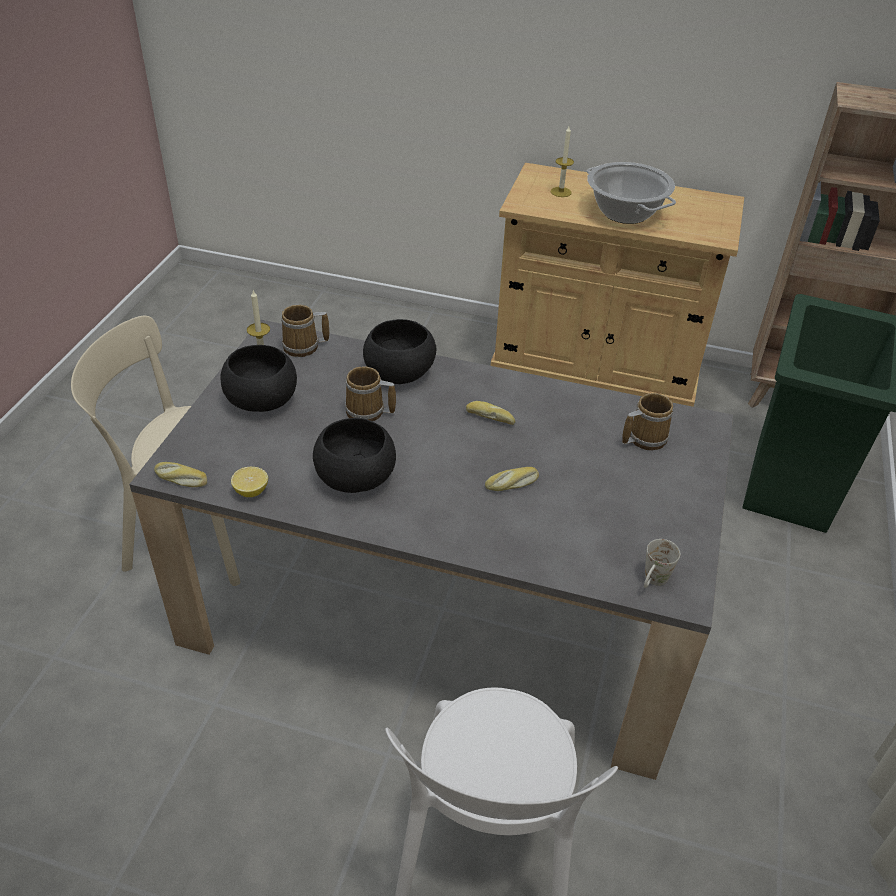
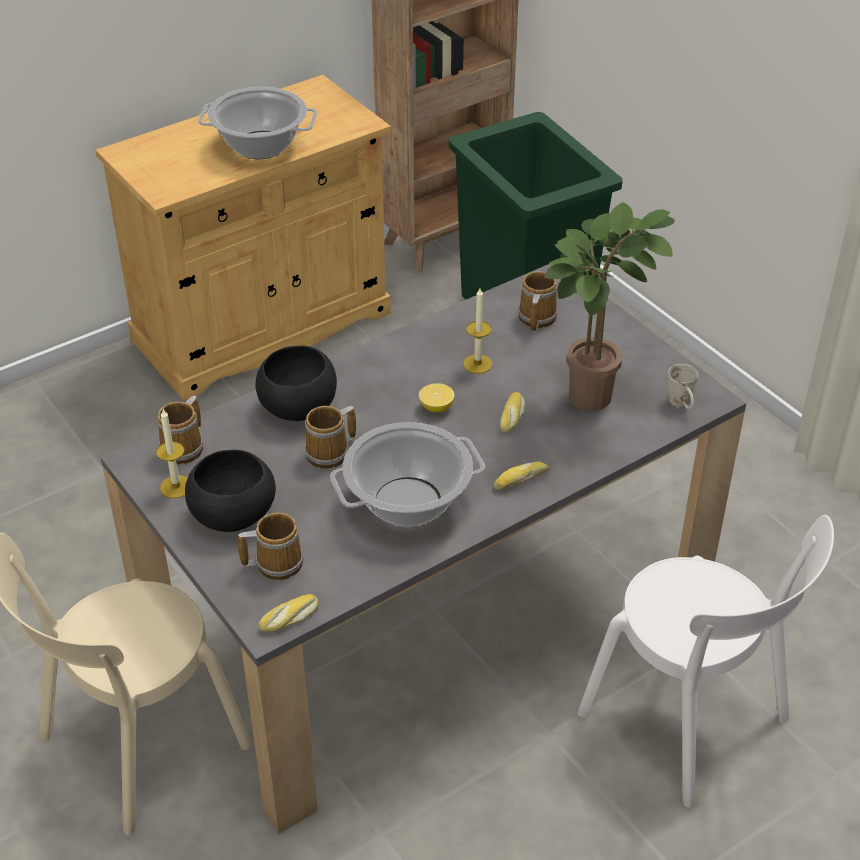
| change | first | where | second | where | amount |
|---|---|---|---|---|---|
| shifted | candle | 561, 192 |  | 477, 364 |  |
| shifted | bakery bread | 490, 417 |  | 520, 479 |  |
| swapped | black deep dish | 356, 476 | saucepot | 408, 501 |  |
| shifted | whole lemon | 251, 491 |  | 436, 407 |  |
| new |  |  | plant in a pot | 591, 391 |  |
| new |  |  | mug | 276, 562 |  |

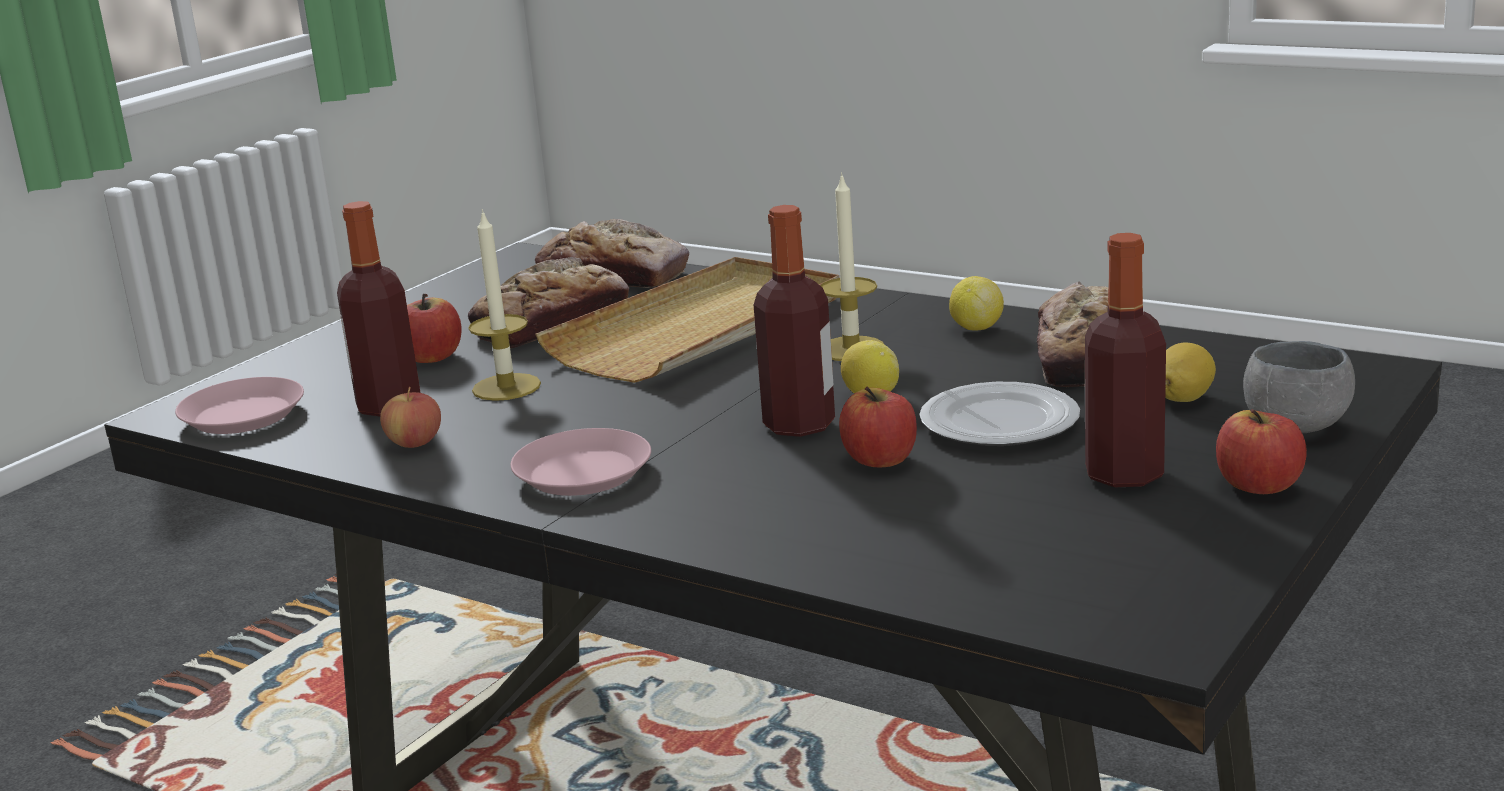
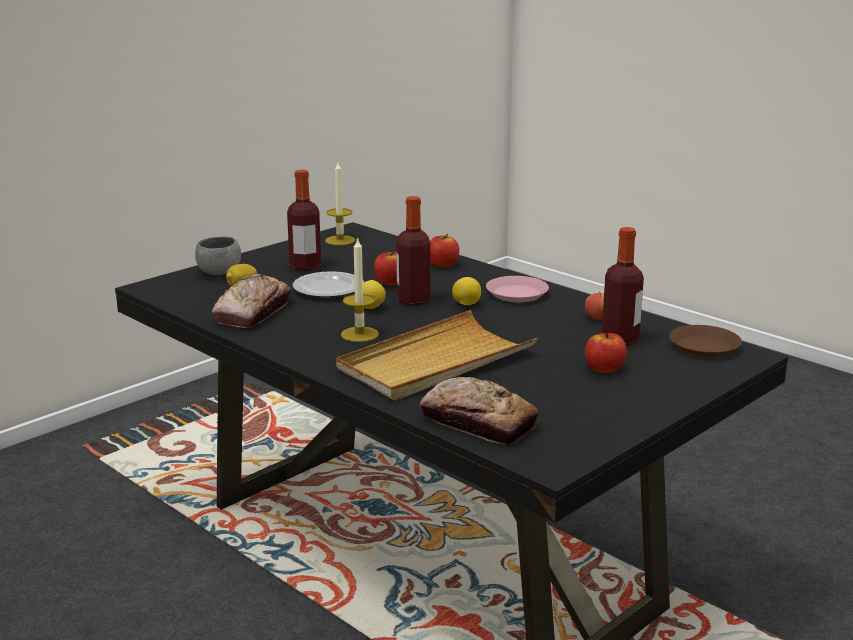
| change | first | where | second | where | amount |
|---|---|---|---|---|---|
| shifted | candle | 506, 387 |  | 340, 240 |  |
| gone | bakery bread | 551, 322 |  |  |  |
| shifted | whole lemon | 976, 328 |  | 466, 304 |  |
| repainted | pink flat dish | 242, 416 | brown flat dish | 704, 346 |  |
| shifted | apple | 1259, 486 |  | 443, 264 |  |

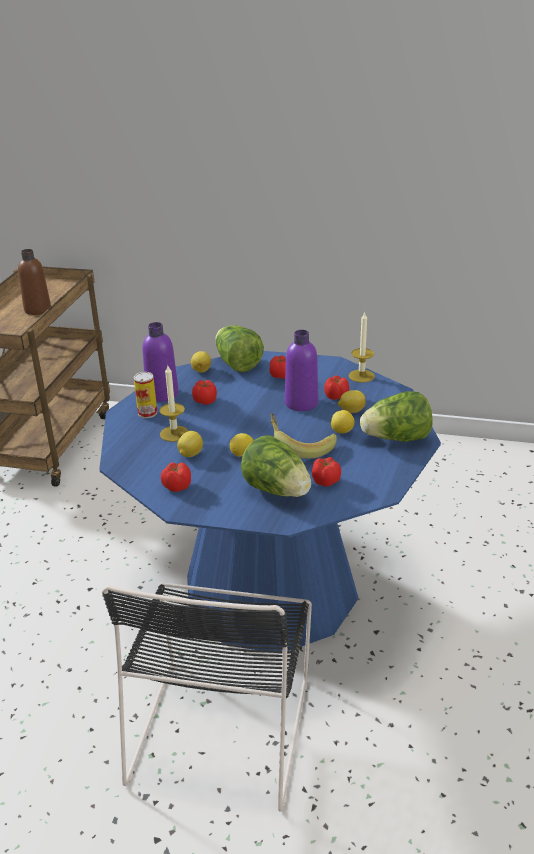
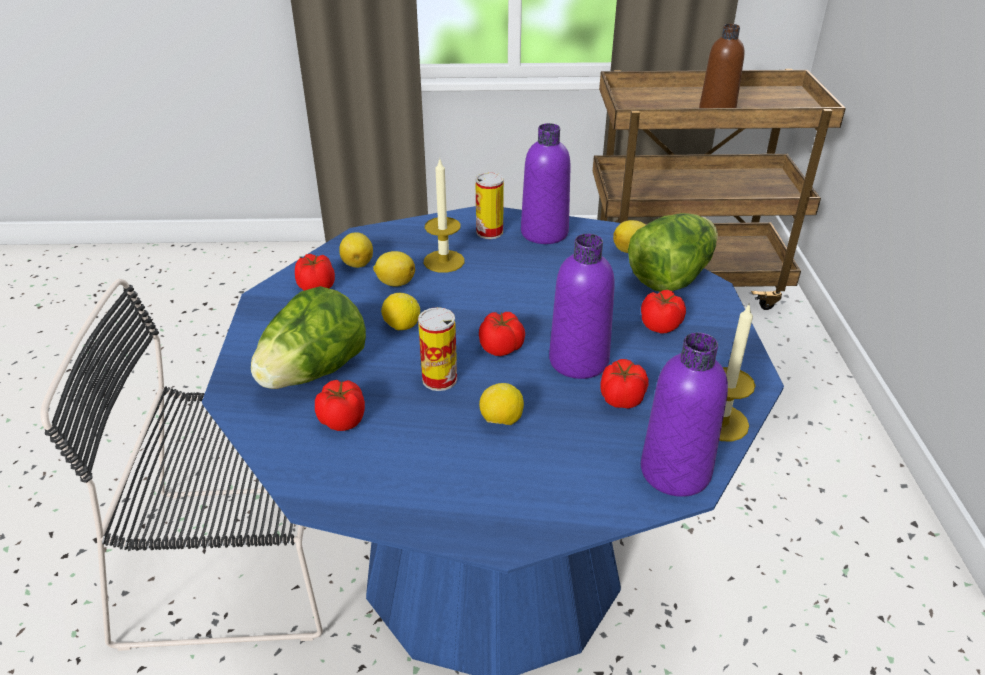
| change | first | where | second | where | amount |
|---|---|---|---|---|---|
| shifted | fresh tomato | 205, 401 |  | 502, 348 |  |
| shifted | whole lemon | 351, 411 |  | 358, 263 |  |
| gone | lettuce head | 396, 439 |  |  |  |
| swapped | whole banana | 300, 447 | sealed can | 439, 379 |  |
| new |  |  | purple-coloured bottle | 675, 471 |  |

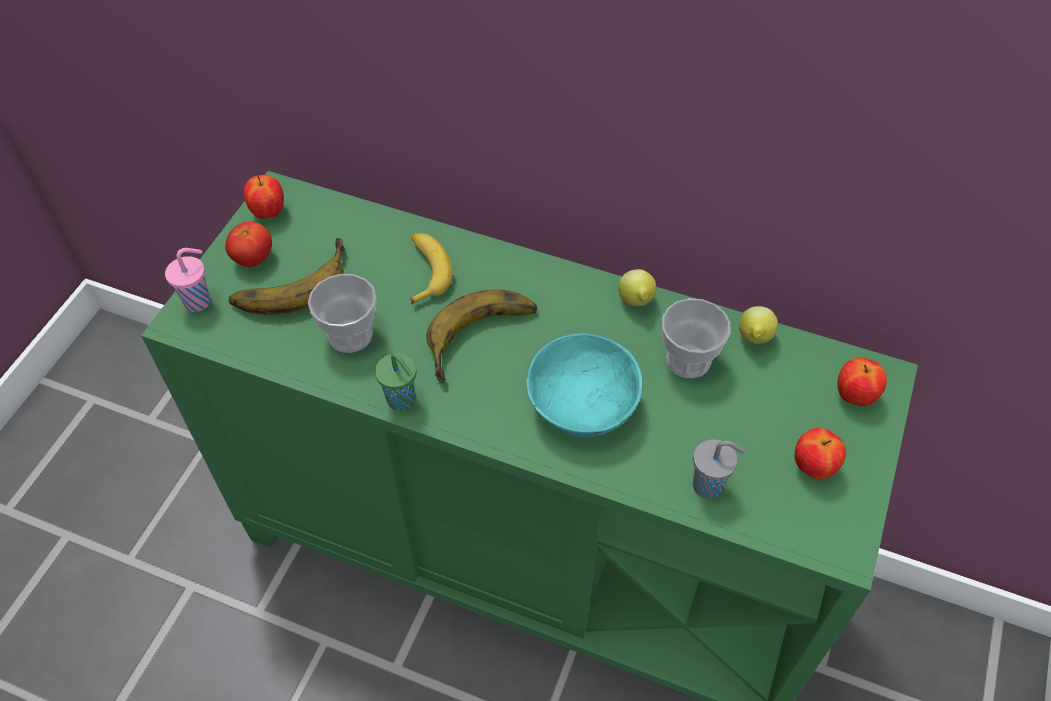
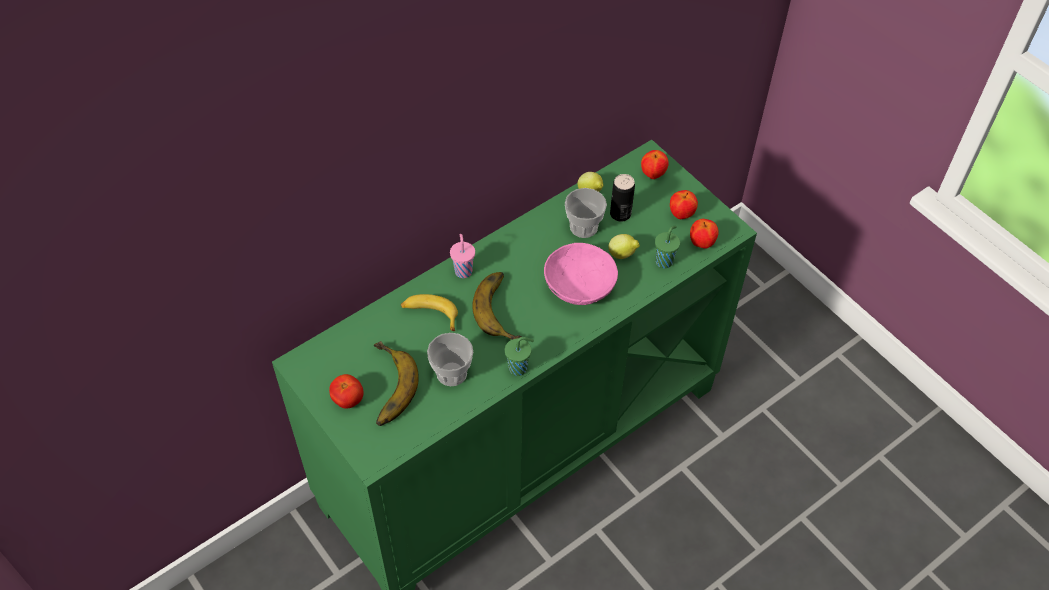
| change | first | where | second | where | amount |
|---|---|---|---|---|---|
| shifted | apple | 268, 212 |  | 701, 243 |  |
| shifted | pink drinking cup | 199, 301 |  | 463, 270 |  |
| shifted | whole lemon | 636, 302 |  | 622, 255 |  |
| repainted | blue-green deep dish | 583, 402 | pink deep dish | 579, 286 |  |
| repainted | grey drinking cup | 709, 486 | green drinking cup | 664, 261 |  |
| new |  |  | sealed can | 620, 214 |  |

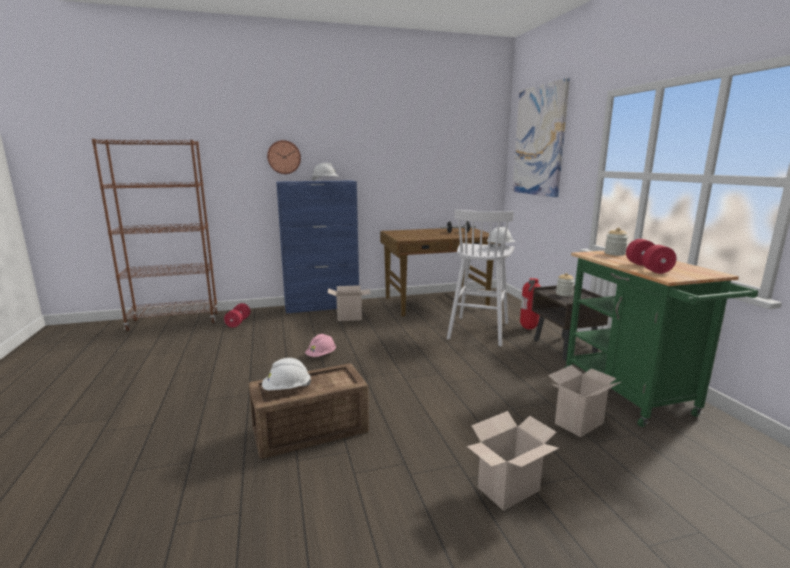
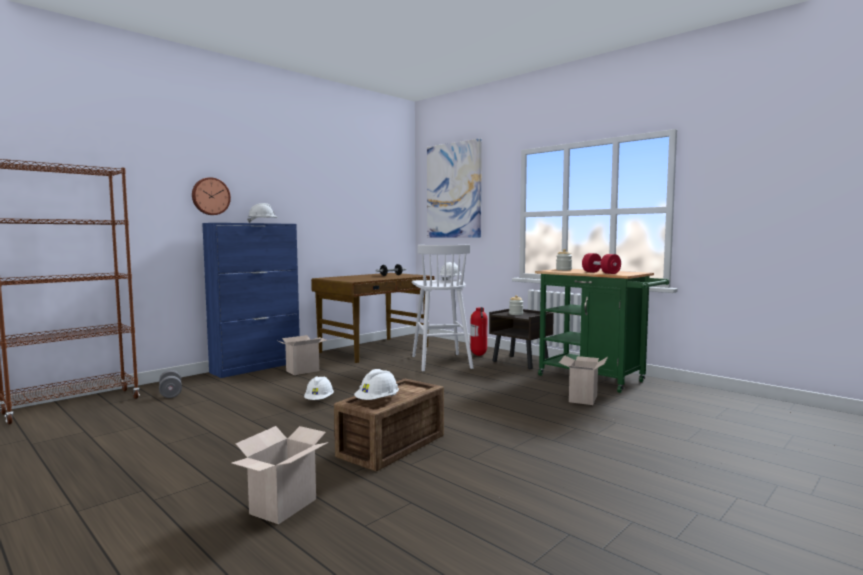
| change | first | where | second | where | amount |
|---|---|---|---|---|---|
| repainted | red-coloured free weight | 238, 322 | grey free weight | 170, 393 |  |
| repainted | pink work helmet | 321, 356 | white work helmet | 319, 400 |  |
| shifted | packing box | 508, 491 |  | 283, 508 |  |

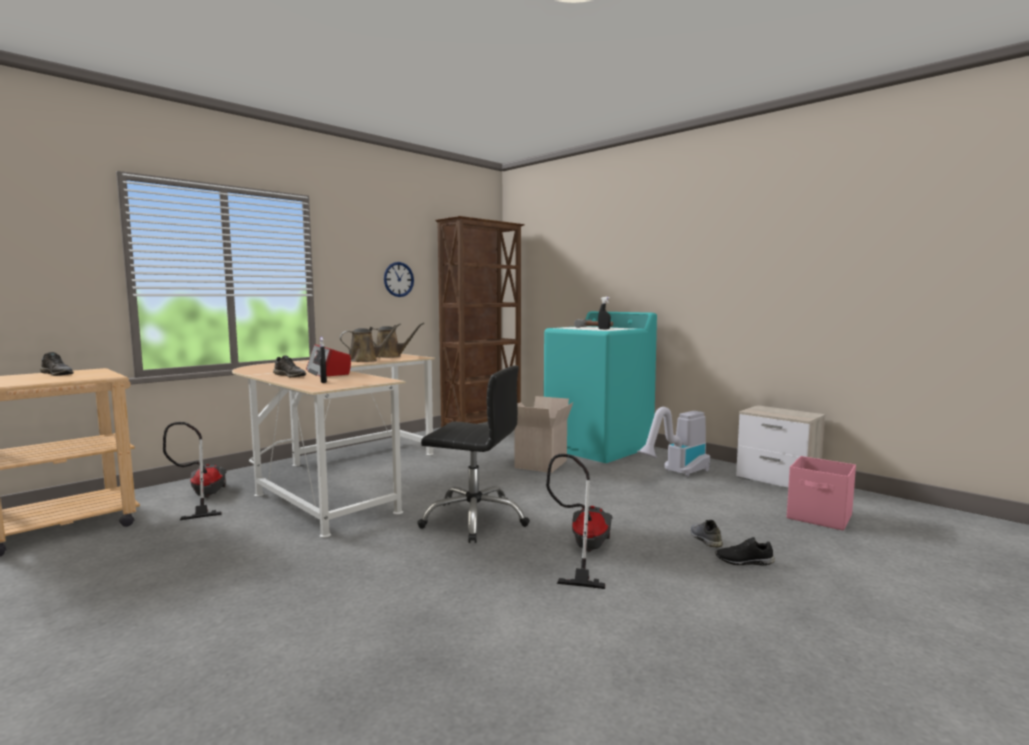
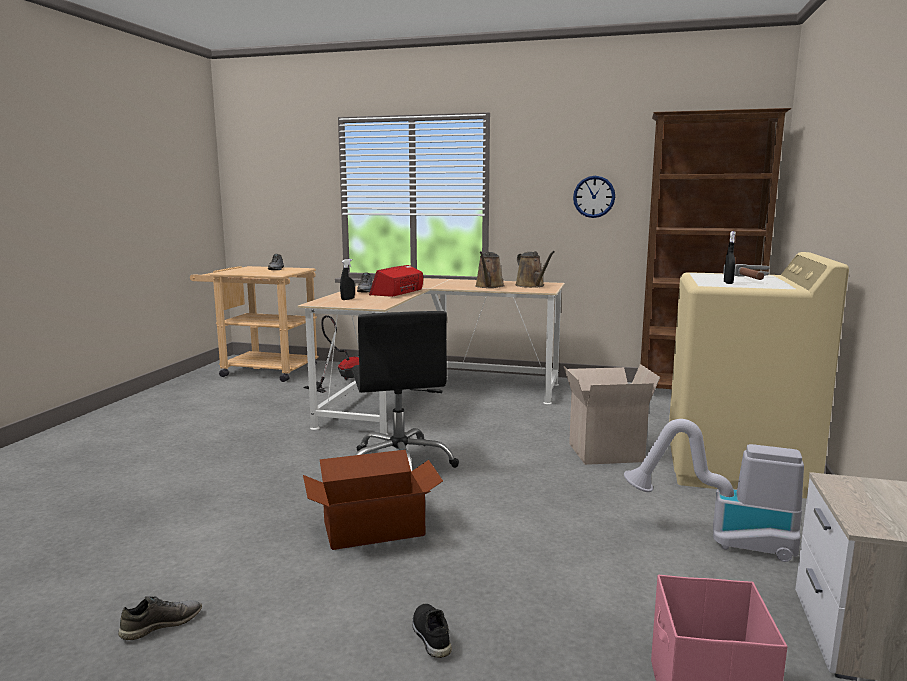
| change | first | where | second | where | amount |
|---|---|---|---|---|---|
| repainted | blue-green laundry machine | 598, 448 | sand-coloured laundry machine | 736, 467 |  |
| rotated | brown watering can | 366, 360 |  | 489, 286 | 75 degrees clockwise |
| swapped | vacuum cleaner | 583, 550 | packing box | 374, 529 |  |
| shifted | grey low shoe | 704, 539 |  | 161, 624 |  |

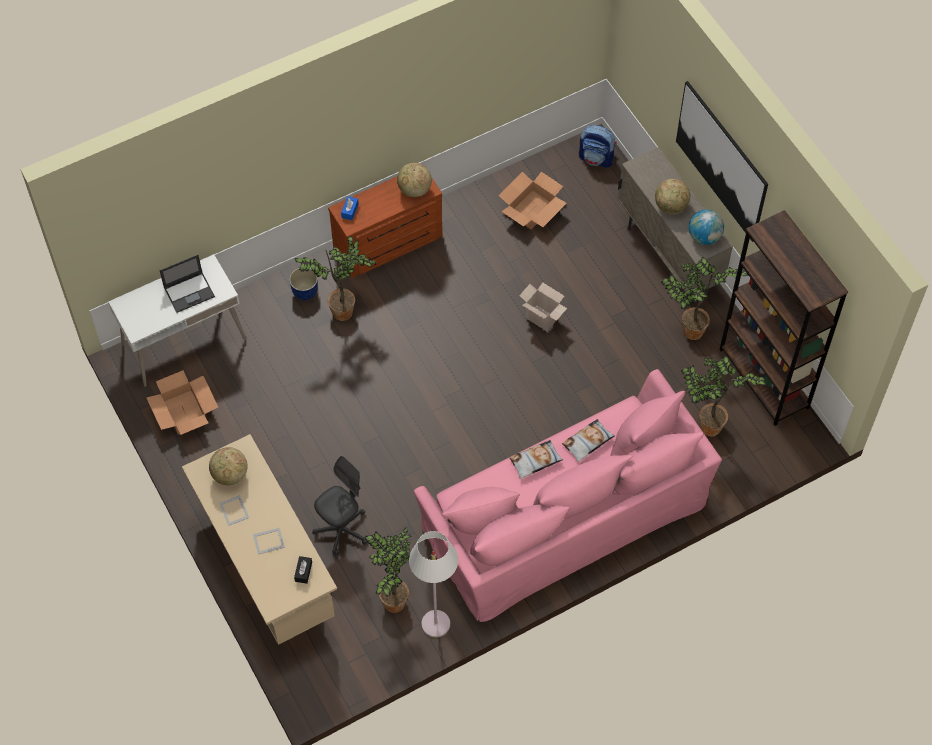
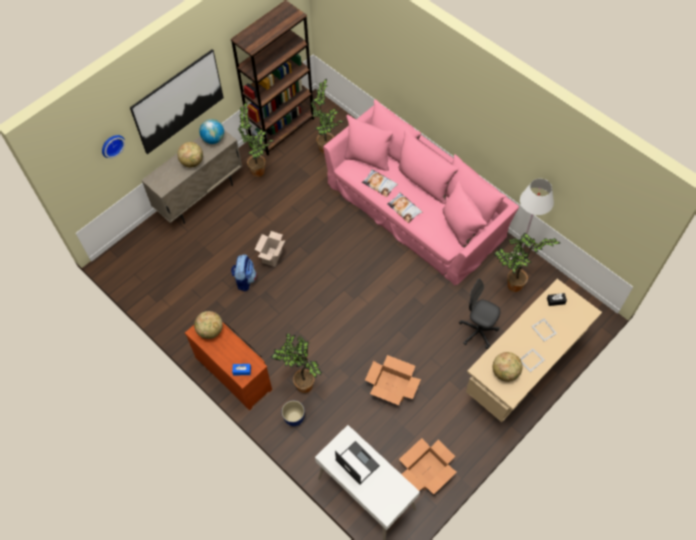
| change | first | where | second | where | amount |
|---|---|---|---|---|---|
| shifted | knapsack | 596, 158 |  | 244, 279 |  |
| shifted | packing box | 531, 210 |  | 392, 385 |  |
| new |  |  | wall clock | 111, 145 |  |

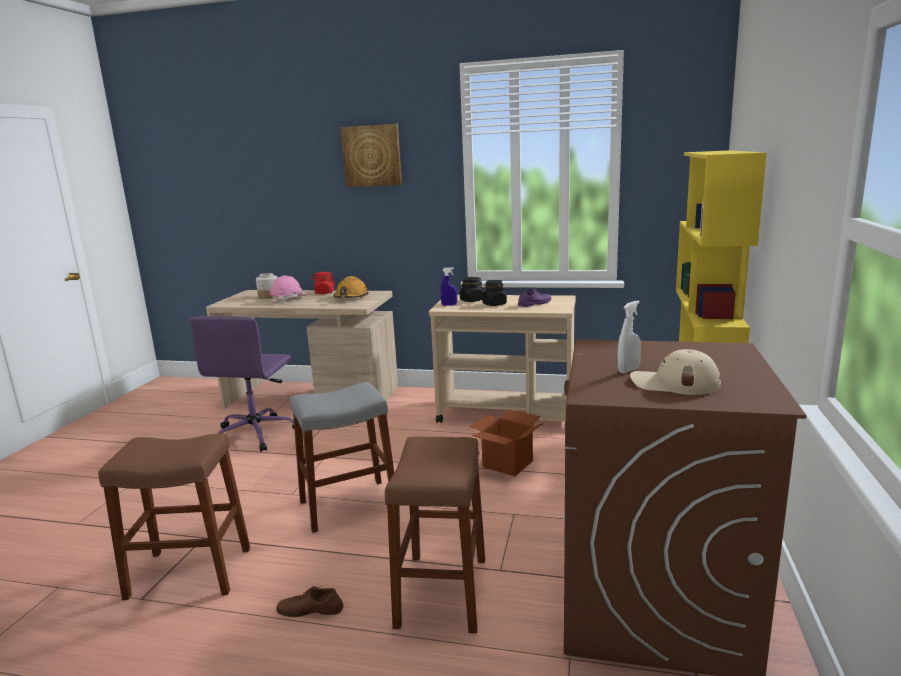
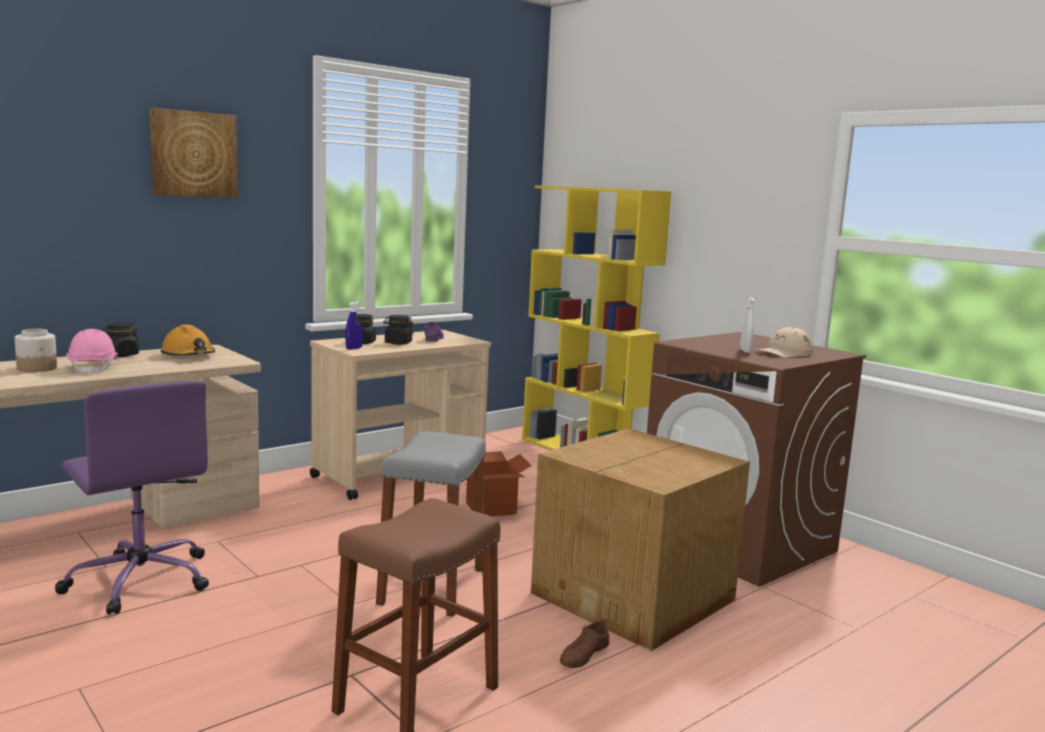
| change | first | where | second | where | amount |
|---|---|---|---|---|---|
| repainted | red-coloured jar | 324, 293 | black jar | 120, 355 |  |
| swapped | brown sitting stool | 442, 591 | packing box | 636, 596 |  |

